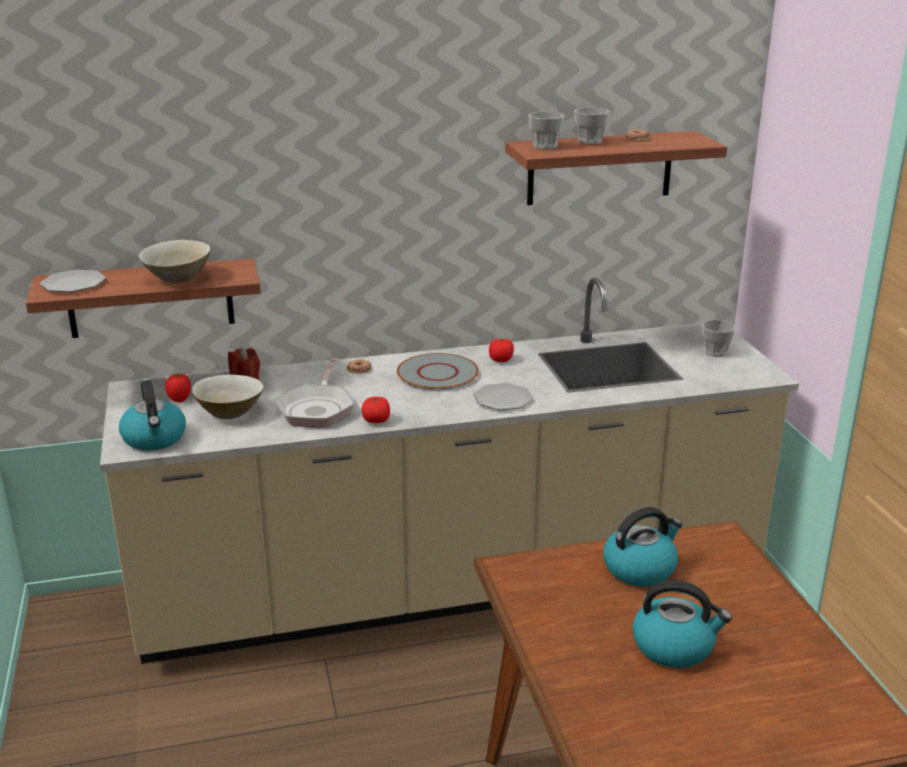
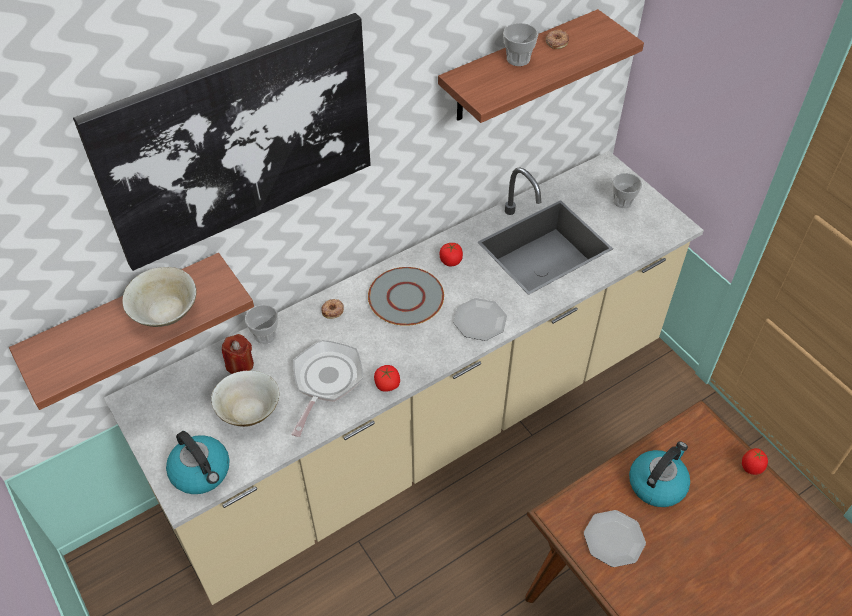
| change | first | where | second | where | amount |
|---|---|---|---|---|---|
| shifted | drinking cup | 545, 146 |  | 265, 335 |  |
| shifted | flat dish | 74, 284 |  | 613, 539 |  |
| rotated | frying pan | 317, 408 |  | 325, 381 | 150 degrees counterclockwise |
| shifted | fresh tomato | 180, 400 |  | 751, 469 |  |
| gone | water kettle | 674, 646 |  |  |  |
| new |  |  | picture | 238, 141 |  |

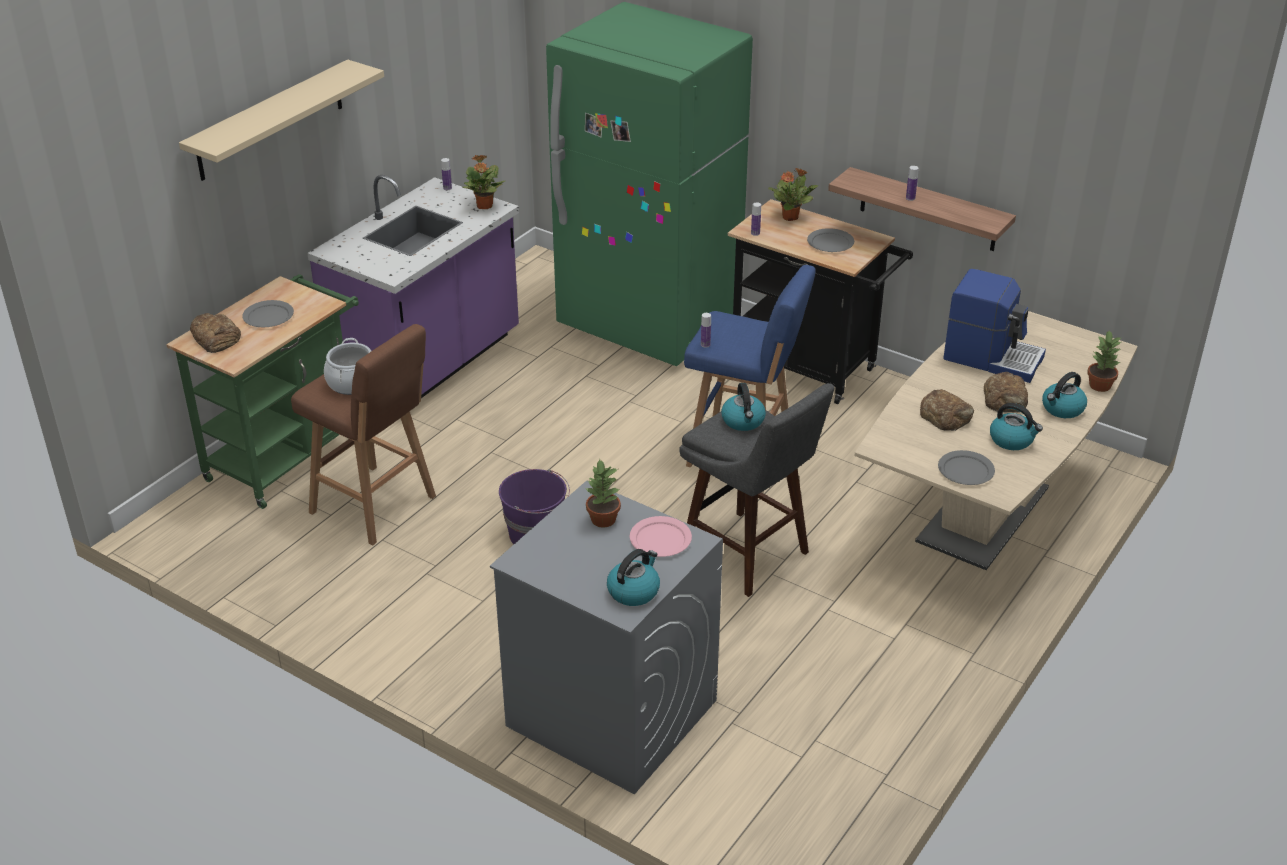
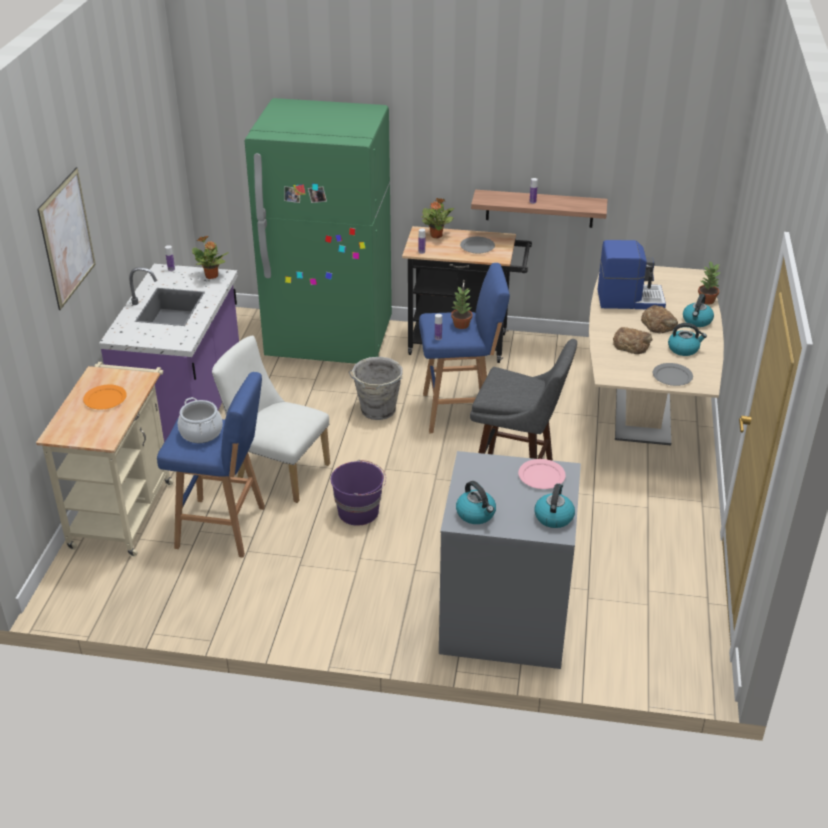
| change | first | where | second | where | amount |
|---|---|---|---|---|---|
| swapped | sand-coloured shelf | 270, 120 | picture | 67, 238 |  |
| repainted | green trolley | 288, 454 | sand-coloured trolley | 124, 509 |  |
| repainted | grey flat dish | 269, 316 | orange flat dish | 105, 399 |  |
| gone | bakery bread | 216, 338 |  |  |  |
| repainted | brown sitting stool | 376, 506 | blue sitting stool | 224, 528 |  |
| shifted | water kettle | 743, 421 |  | 476, 514 |  |
| shifted | plant in a pot | 603, 520 |  | 461, 325 |  |
| new |  |  | white upright chair | 276, 472 |  |
| new |  |  | grey water bucket | 377, 411 |  |

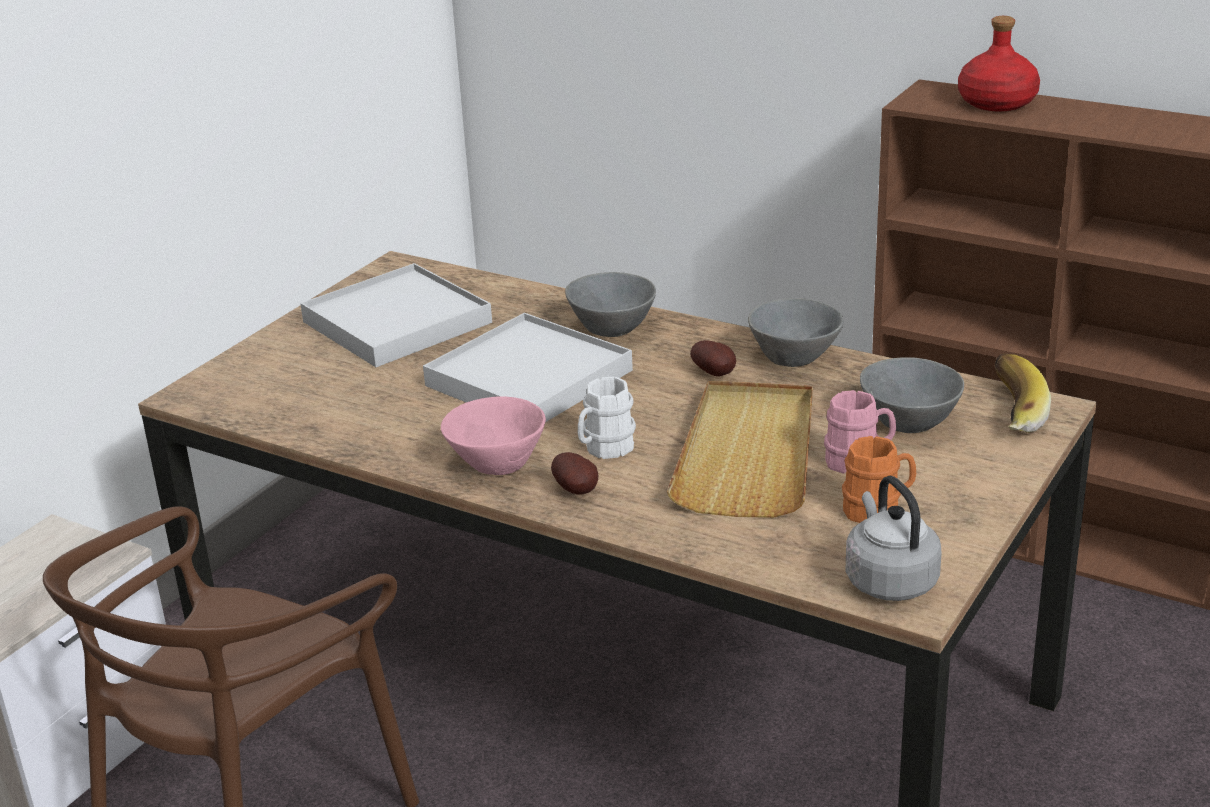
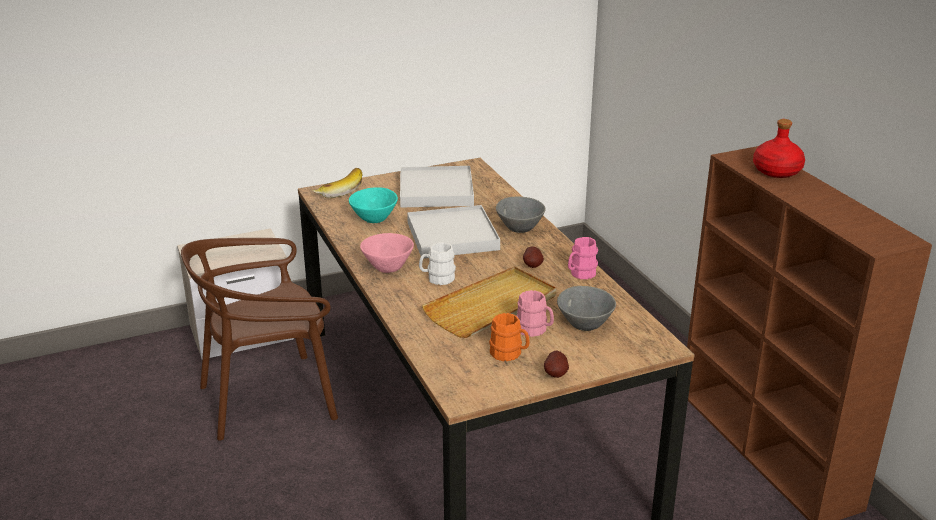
| change | first | where | second | where | amount |
|---|---|---|---|---|---|
| swapped | grey deep dish | 796, 358 | pink mug | 580, 274 |  |
| shifted | whole banana | 1008, 412 |  | 338, 190 |  |
| shifted | whole potato | 577, 491 |  | 556, 374 |  |
| gone | grey water kettle | 888, 580 |  |  |  |
| new |  |  | blue-green deep dish | 373, 218 |  |

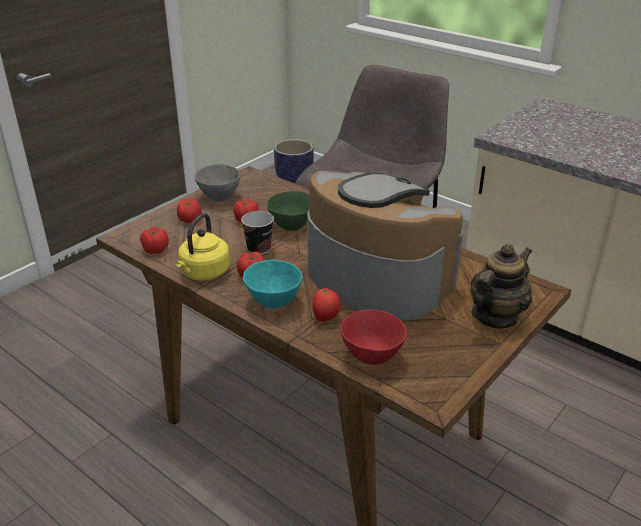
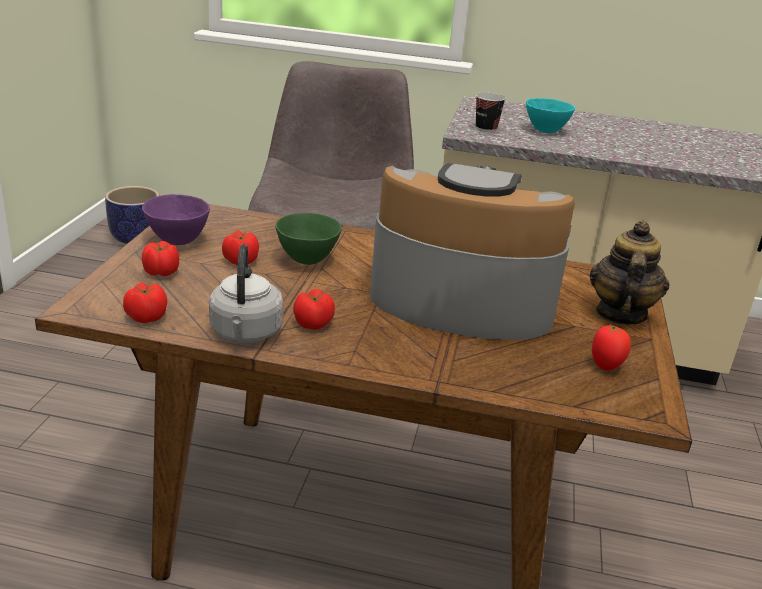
| change | first | where | second | where | amount |
|---|---|---|---|---|---|
| repainted | grey deep dish | 219, 197 | purple-coloured deep dish | 176, 240 |  |
| shifted | drinking cup | 259, 249 |  | 486, 129 |  |
| repainted | yellowish water kettle | 203, 273 | grey water kettle | 245, 333 |  |
| shifted | blue-green deep dish | 273, 302 |  | 545, 131 |  |
| shifted | fresh tomato | 326, 318 |  | 606, 365 |  |
| gone | red-coloured deep dish | 372, 357 |  |  |  |

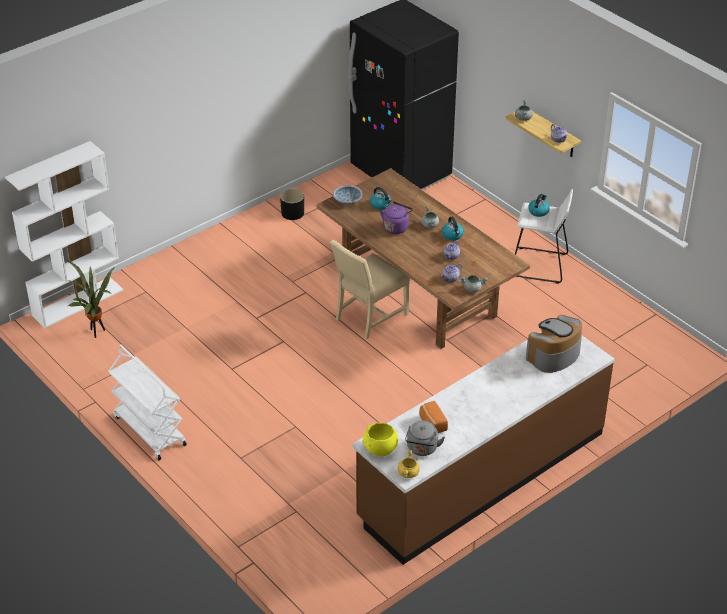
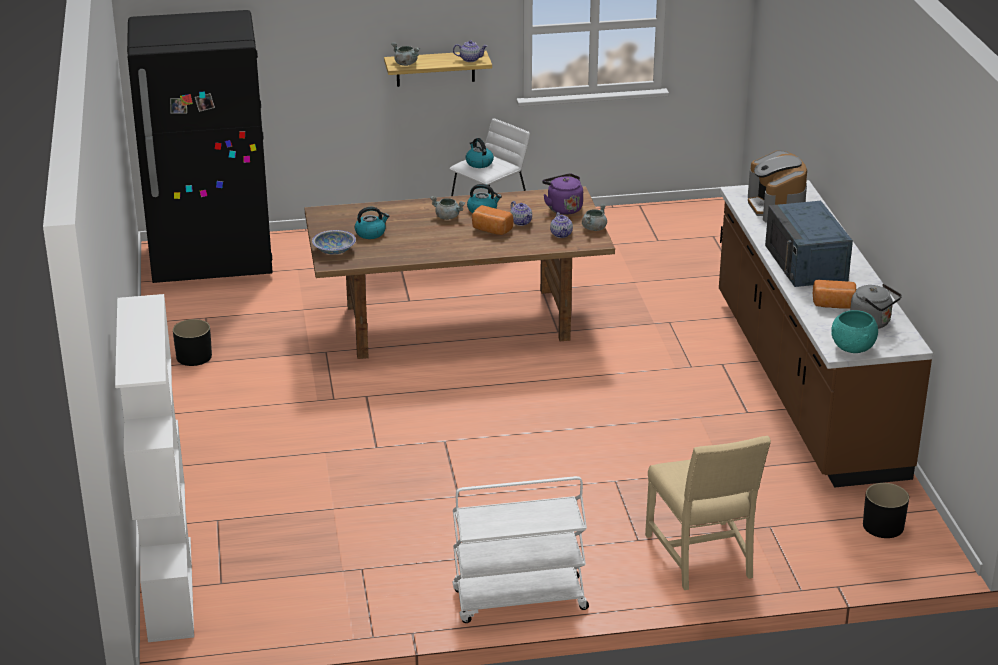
| change | first | where | second | where | amount |
|---|---|---|---|---|---|
| shifted | purple-coloured water kettle | 396, 227 |  | 563, 208 |  |
| shifted | sand-coloured upright chair | 369, 317 |  | 702, 557 |  |
| gone | plant in a pot | 96, 331 |  |  |  |
| repainted | yellowish deep dish | 379, 449 | blue-green deep dish | 853, 348 |  |
| gone | yellowish saucepot | 408, 473 |  |  |  |
| new |  |  | blue microwave | 806, 263 |  |
| new |  |  | bakery bread | 491, 230 |  |
| new |  |  | black flower pot | 883, 526 |  |

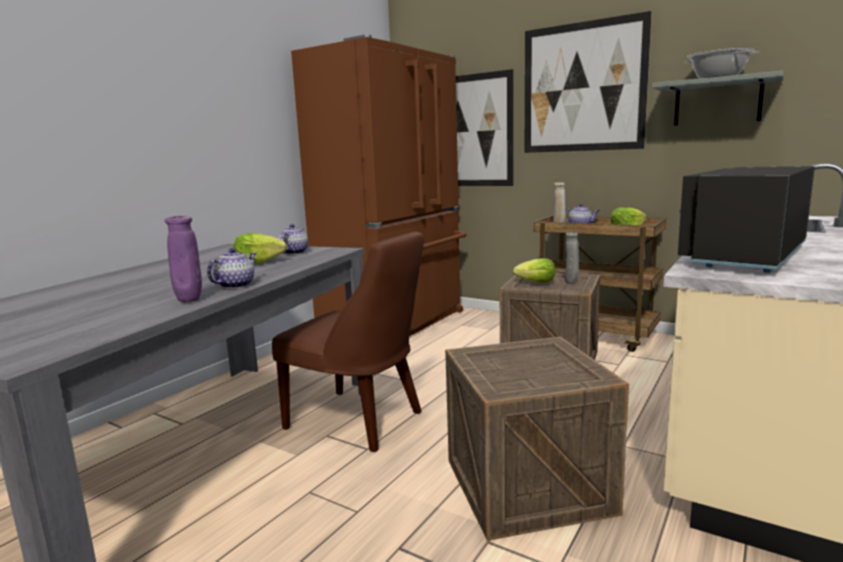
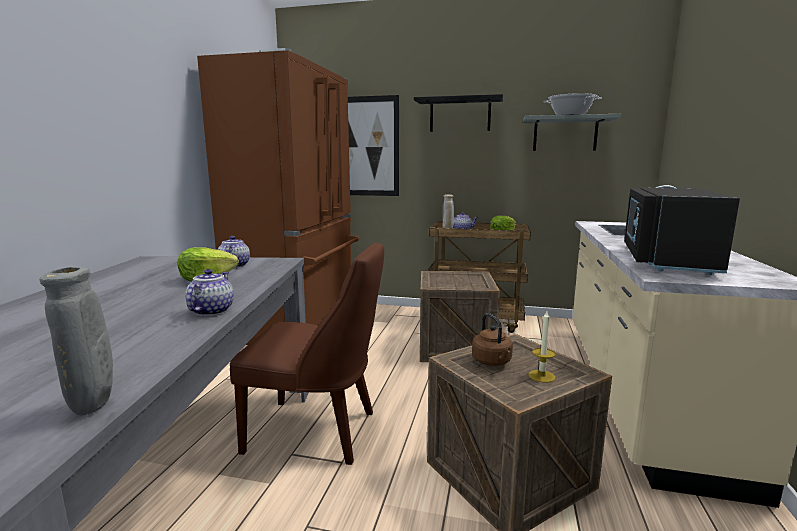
| change | first | where | second | where | amount |
|---|---|---|---|---|---|
| swapped | picture | 582, 88 | black shelf | 460, 115 |  |
| gone | purple-coloured flower vase | 189, 300 |  |  |  |
| shifted | grey flower vase | 571, 283 |  | 93, 408 |  |
| gone | lettuce head | 536, 282 |  |  |  |
| new |  |  | candle | 541, 376 |  |
| new |  |  | brown water kettle | 492, 362 |  |

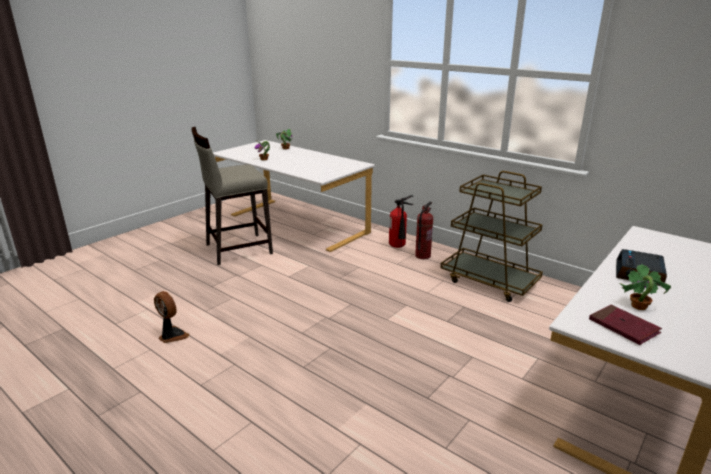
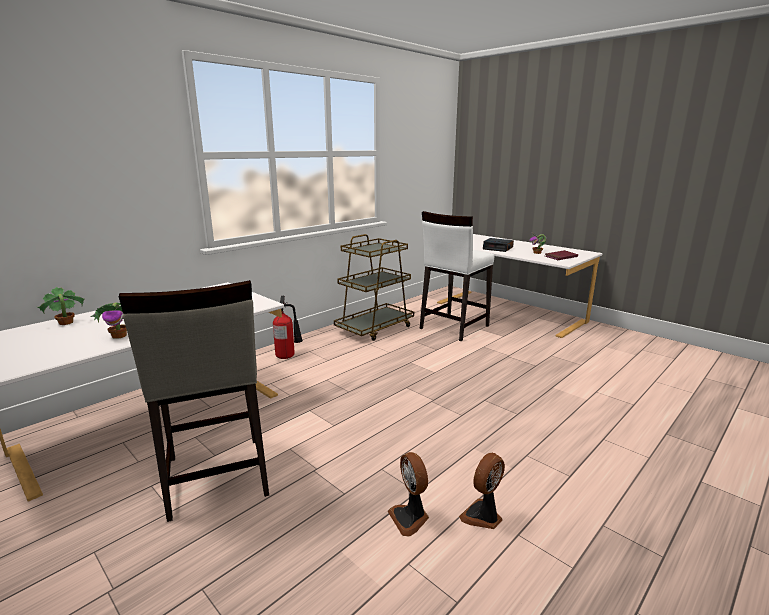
| change | first | where | second | where | amount |
|---|---|---|---|---|---|
| gone | fire extinguisher | 422, 256 |  |  |  |
| new |  |  | white sitting stool | 453, 327 |  |
| new |  |  | electric fan | 410, 518 |  |

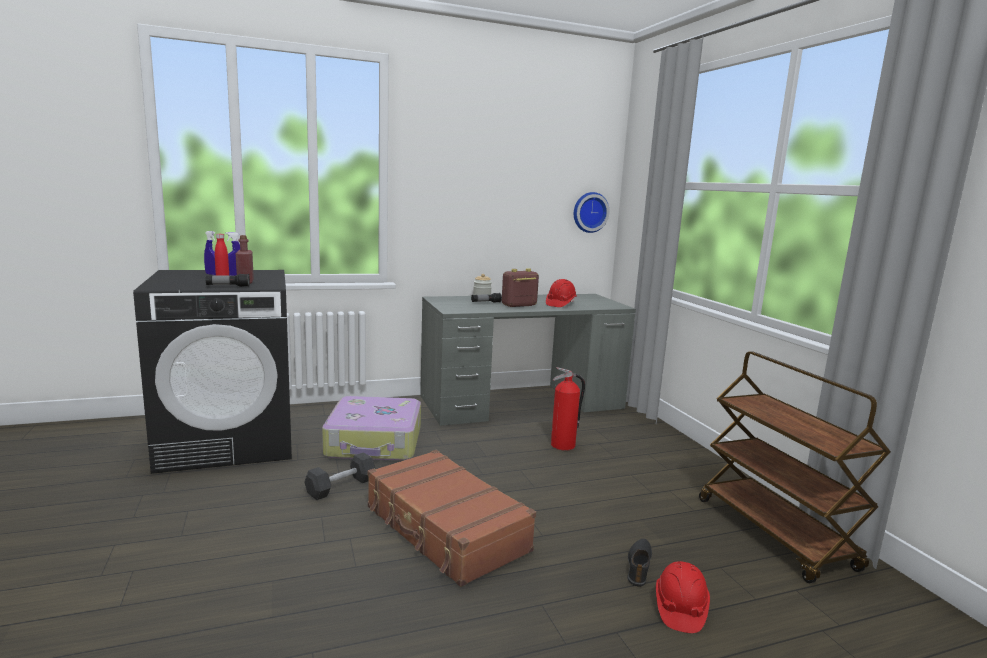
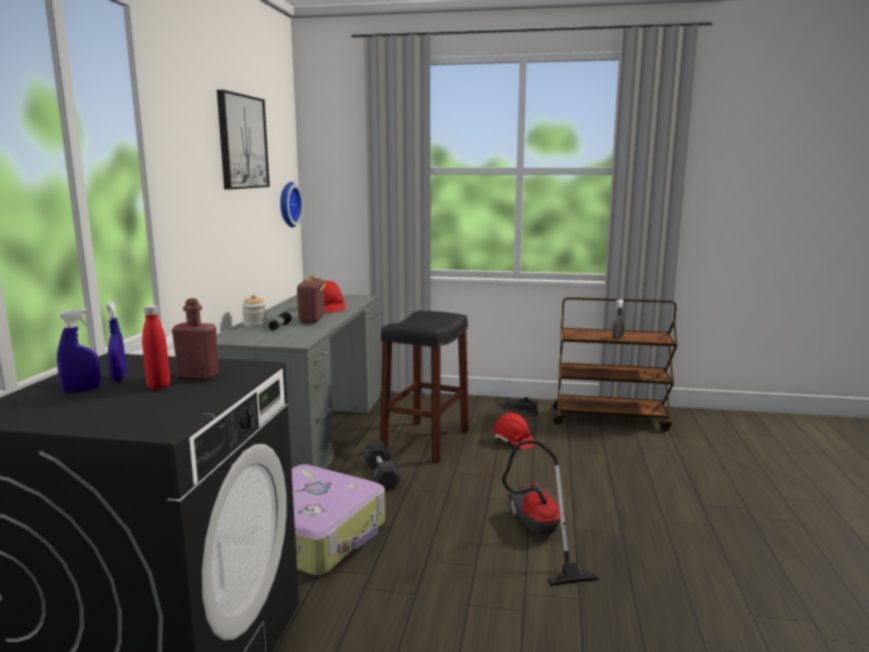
| change | first | where | second | where | amount |
|---|---|---|---|---|---|
| gone | hand torch | 228, 286 |  |  |  |
| swapped | fire extinguisher | 563, 445 | black sitting stool | 426, 441 |  |
| swapped | brown piece of luggage | 445, 529 | vacuum cleaner | 538, 535 |  |
| shifted | black free weight | 341, 487 |  | 381, 475 |  |
| shifted | black low shoe | 639, 566 |  | 520, 409 |  |
| shifted | red-coloured work helmet | 680, 609 |  | 513, 441 |  |
| new |  |  | picture | 242, 142 |  |
| new |  |  | grey spray bottle | 617, 338 |  |

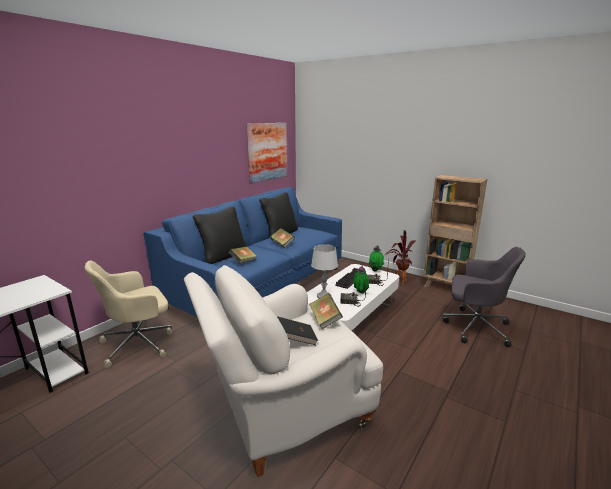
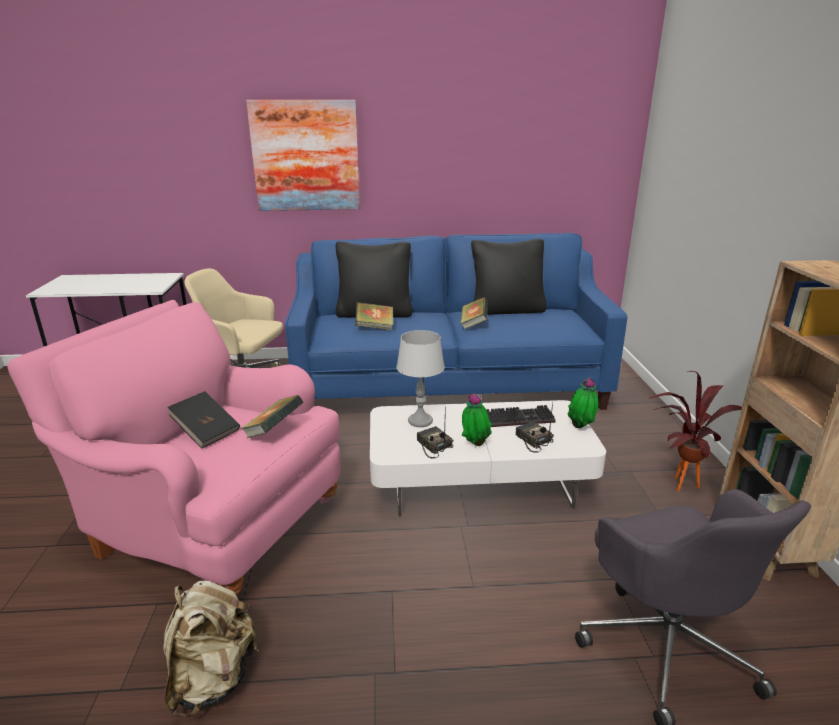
| change | first | where | second | where | amount |
|---|---|---|---|---|---|
| shifted | picture | 267, 152 |  | 305, 156 |  |
| repainted | white lounge chair | 282, 410 | pink lounge chair | 212, 523 |  |
| new |  |  | sand-coloured knapsack | 213, 678 |  |

